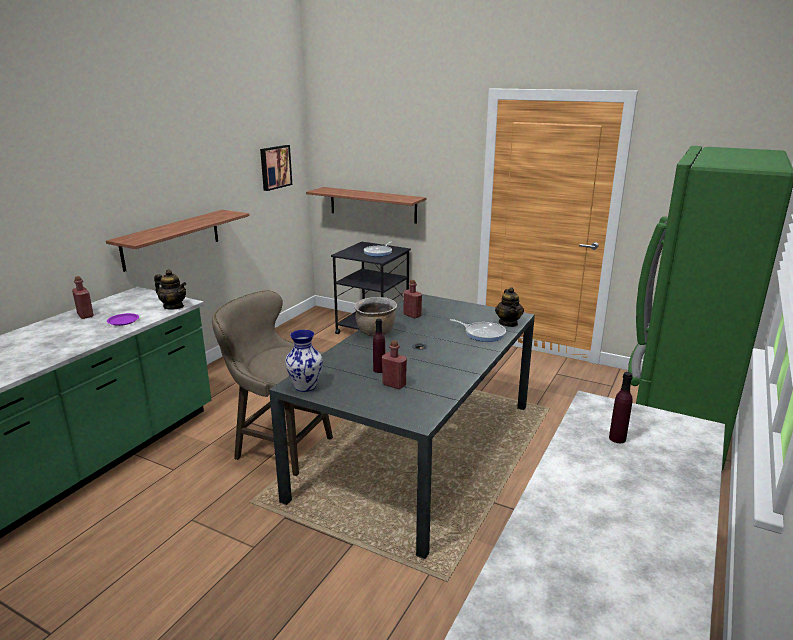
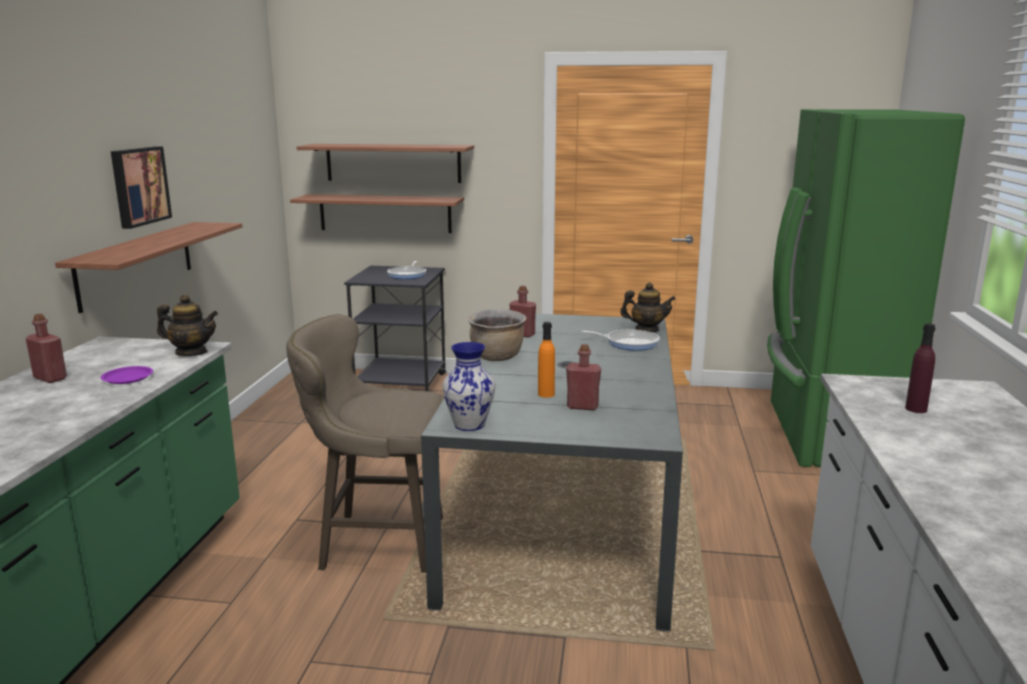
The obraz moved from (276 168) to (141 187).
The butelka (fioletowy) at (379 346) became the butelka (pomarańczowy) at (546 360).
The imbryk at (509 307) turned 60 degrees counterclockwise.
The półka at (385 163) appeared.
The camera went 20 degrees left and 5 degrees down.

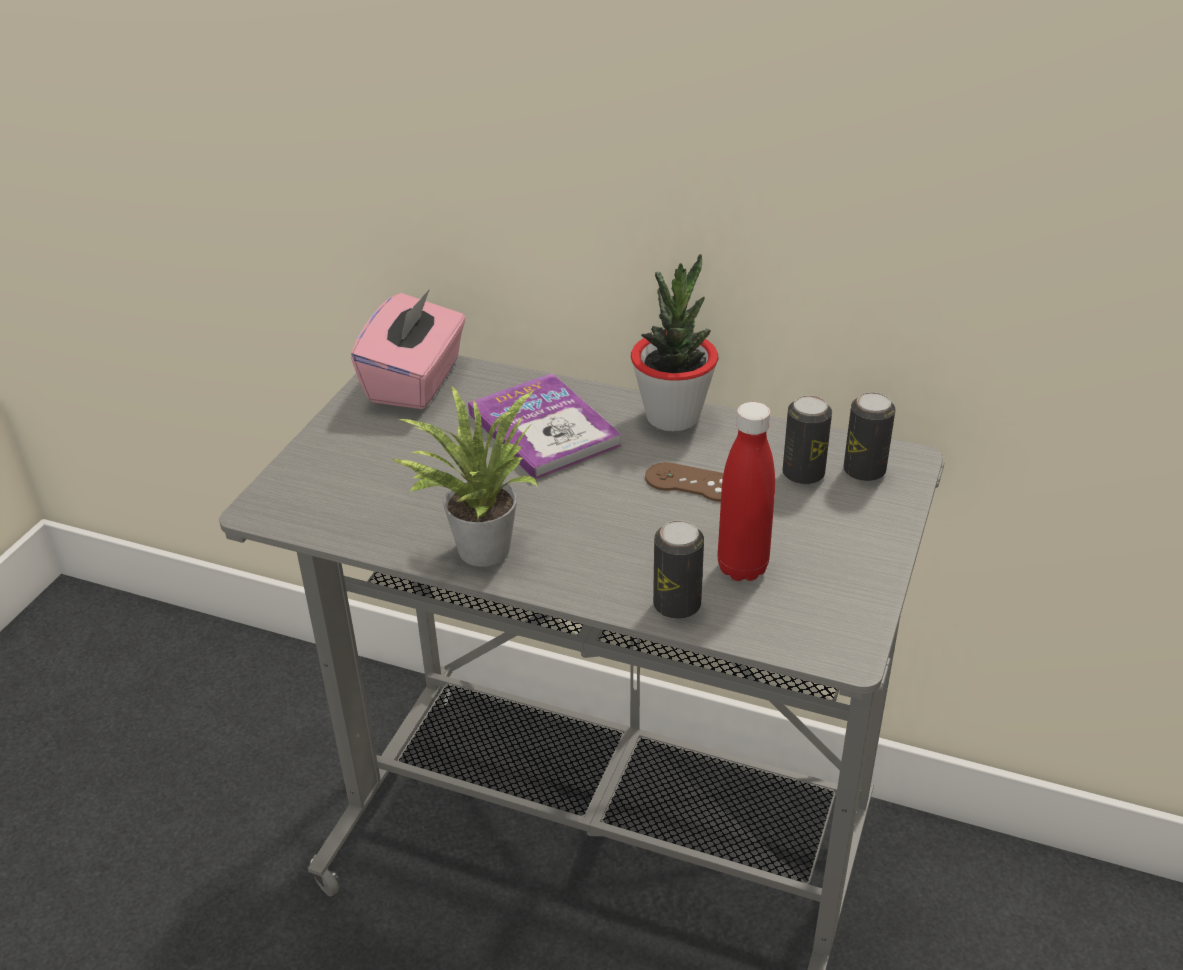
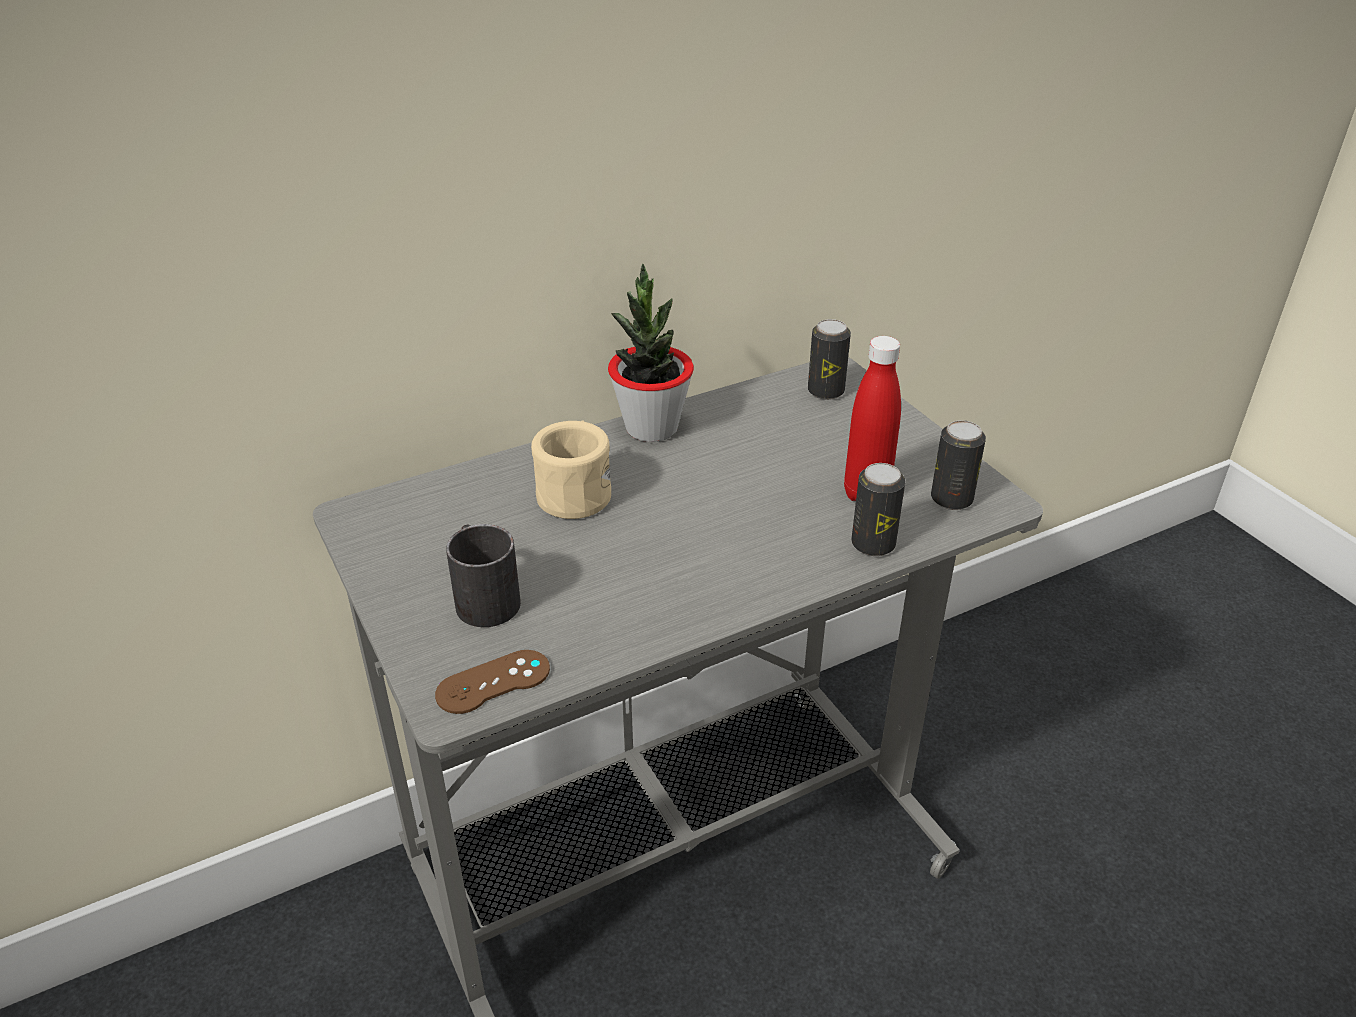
The pudełko chusteczek (różowy) at (408 349) disappeared.
The roślina doniczkowa at (464 476) disappeared.
The książka at (545 426) was replaced by the kubek (beżowy) at (571 469).
The pad do gier (brązowy) moved from (684 482) to (492 682).
The puszka moved from (807 440) to (958 465).
The kubek (czarny) at (483 575) appeared.
The camera went 50 degrees left and 0 degrees up.

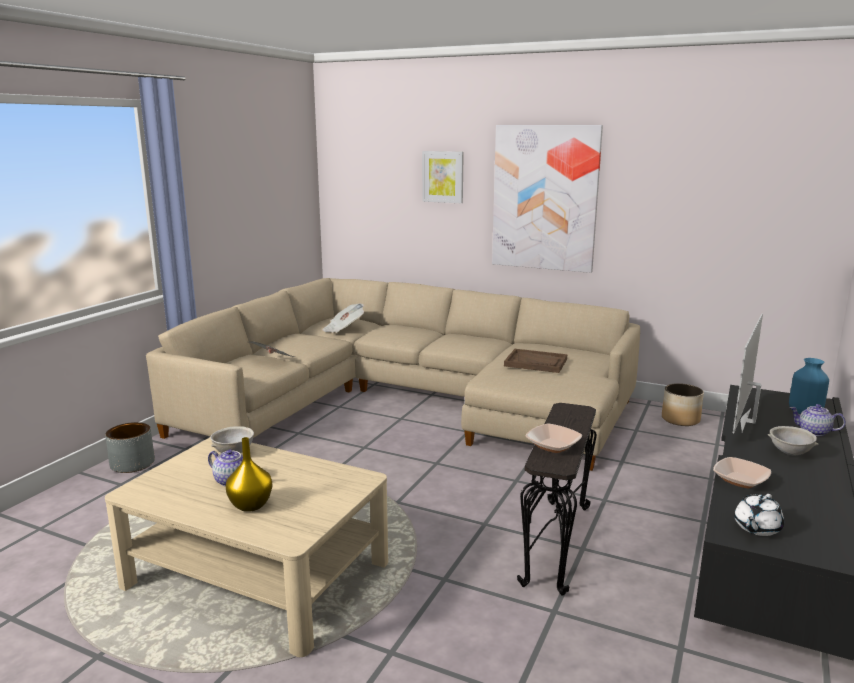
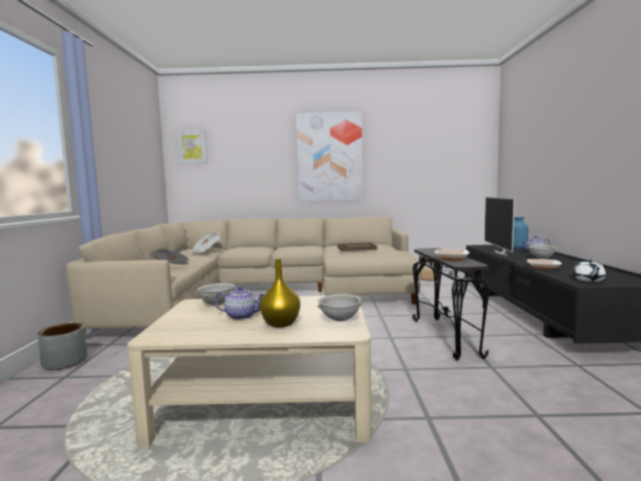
The obraz moved from (443 177) to (192 147).
The miska (szary) at (340 307) appeared.
The camera went 25 degrees left and 10 degrees down.

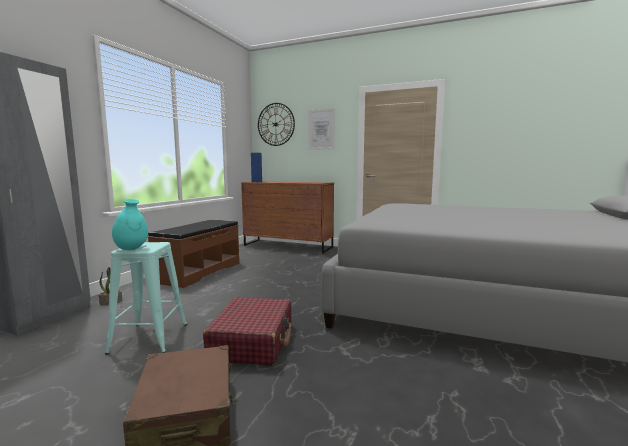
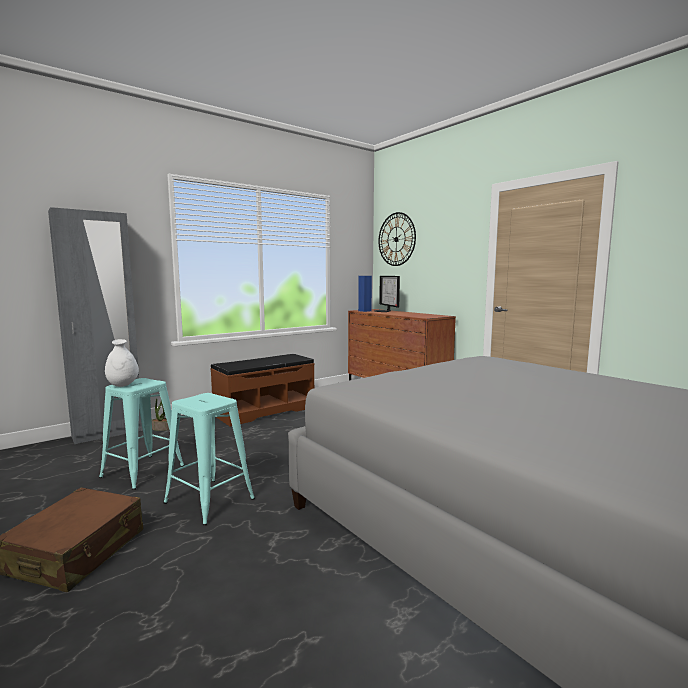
The wazon (turkusowy) at (130 224) became the wazon (biały) at (122 363).
The walizka (czerwony) at (247 331) was replaced by the stołek (turkusowy) at (209 459).
The obraz at (321 129) disappeared.
The monitor at (387 294) appeared.
The camera went 30 degrees right and 0 degrees up.

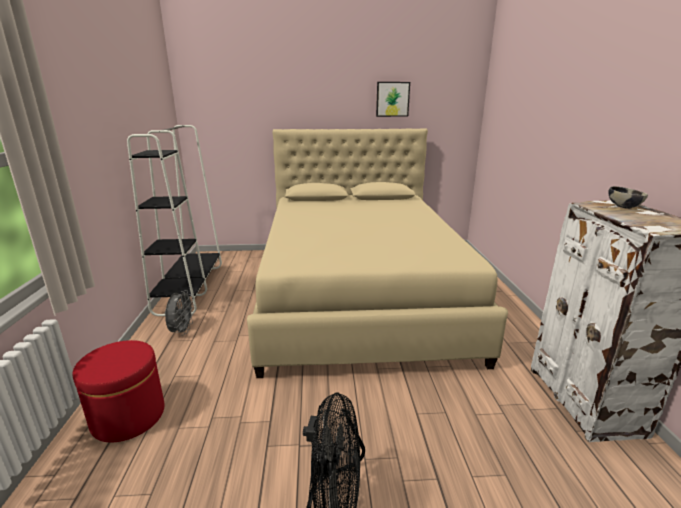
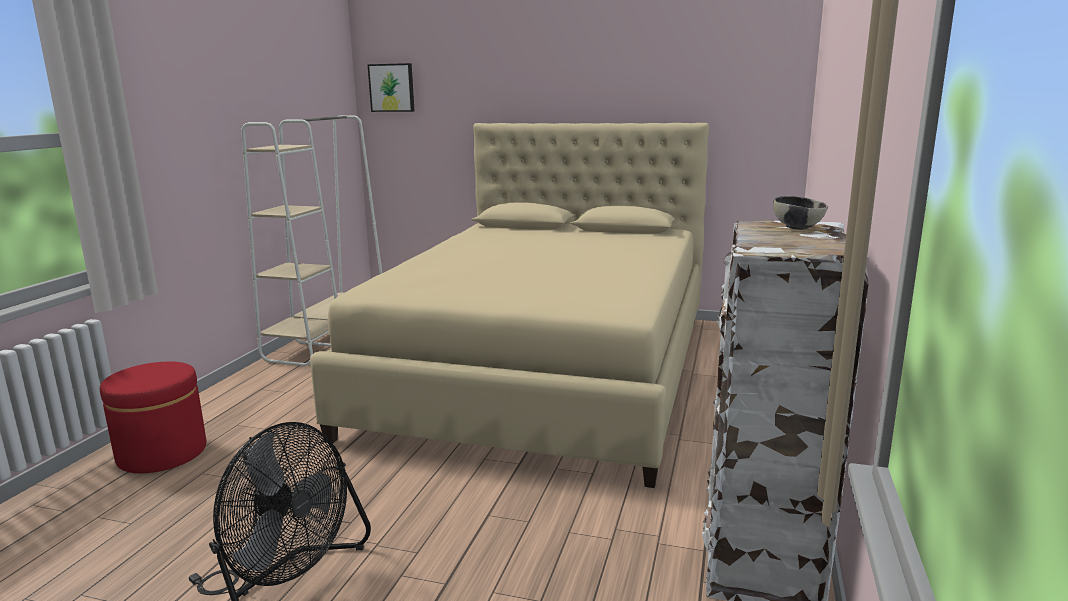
The wieszak (czarny) at (174 220) became the wieszak (beżowy) at (311 241).
The wentylator (szary) at (180 312) disappeared.
The obraz moved from (393 99) to (390 87).
The camera went 20 degrees right and 5 degrees down.

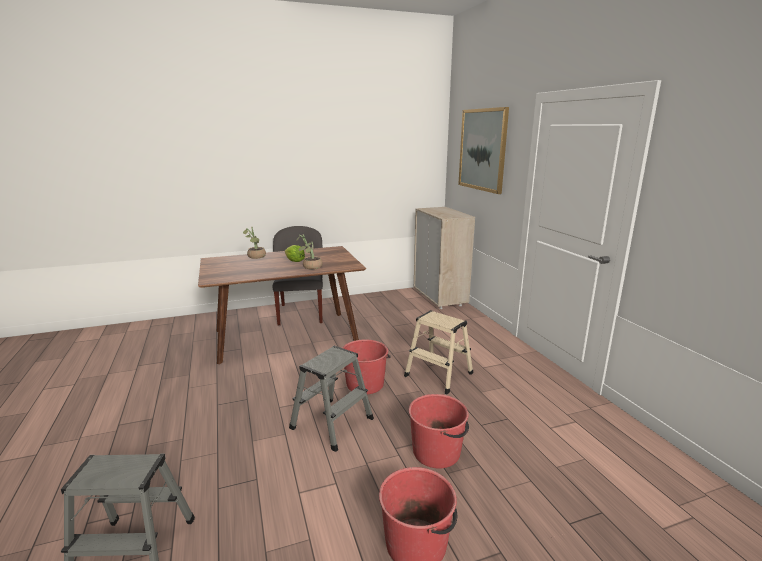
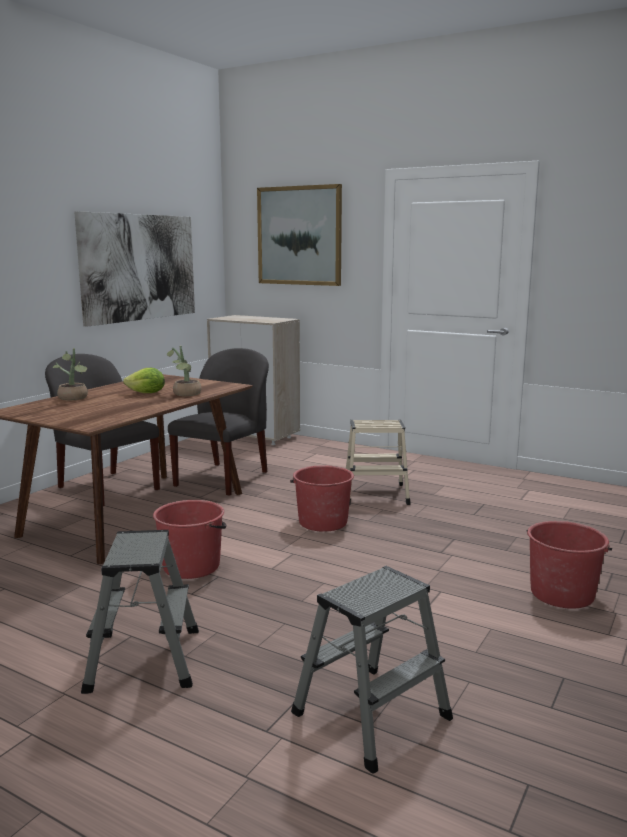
The drabinka (szary) moved from (331 398) to (140 612).
The wiadro (czerwony) moved from (439 431) to (190 539).
The obraz at (134 269) appeared.
The krzesło (szary) at (218 422) appeared.
The camera went 40 degrees left and 5 degrees down.

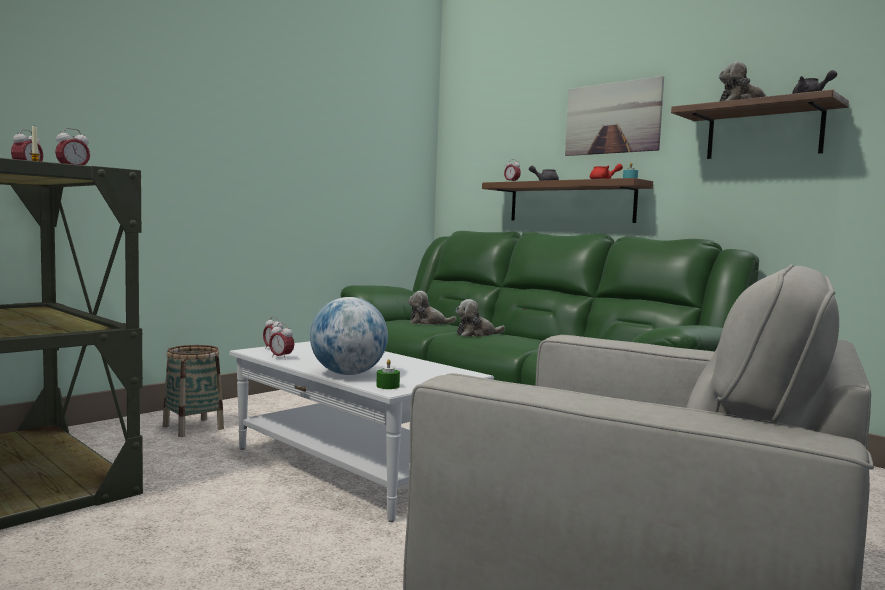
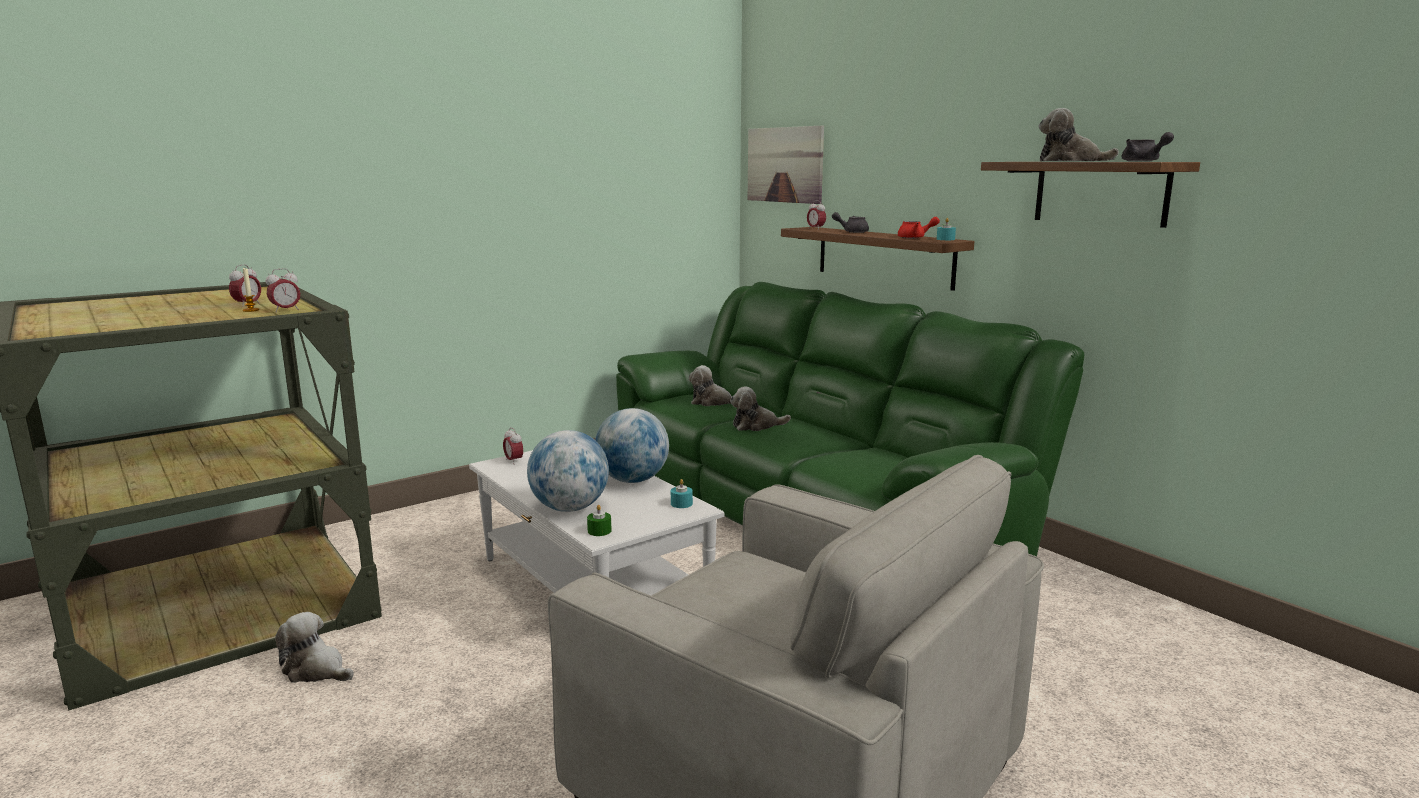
The koszyk at (193 391) disappeared.
The budzik at (281 341) disappeared.
The obraz moved from (614 116) to (786 165).
The pluszak at (314 647) appeared.
The globus at (632 445) appeared.
The świeca (turkusowy) at (682 493) appeared.
The camera went 10 degrees right and 10 degrees up.

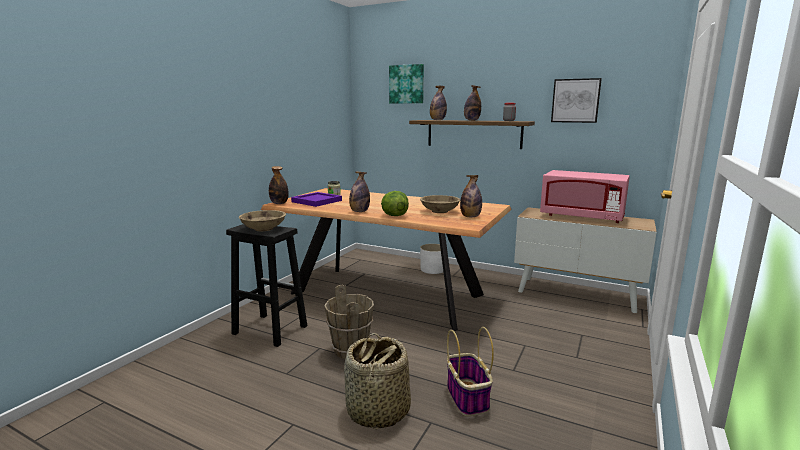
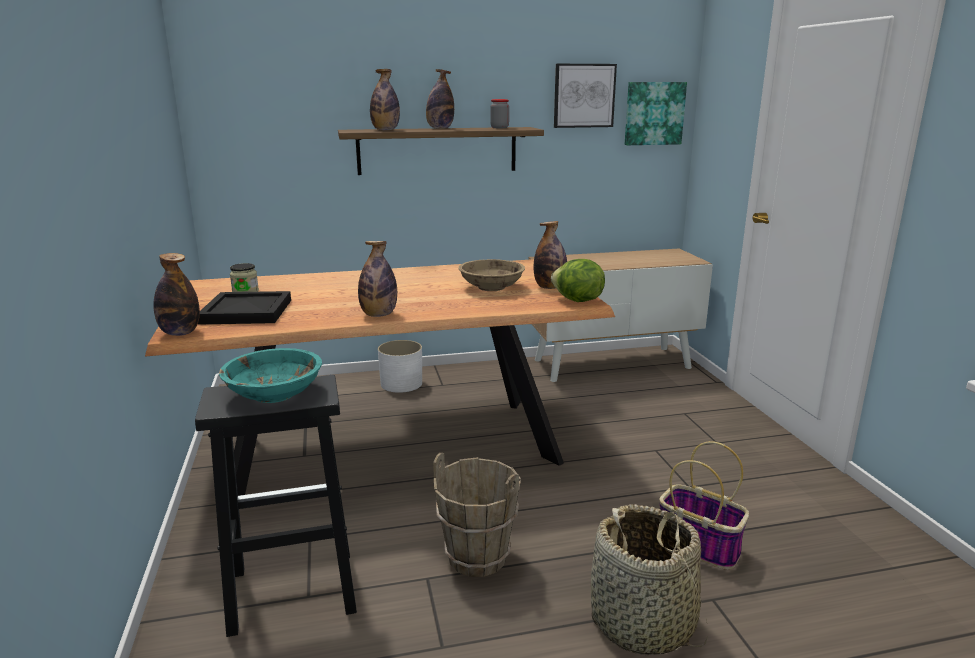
The miska (beżowy) at (262 220) became the miska (turkusowy) at (270 375).
The taca (fioletowy) at (316 199) became the taca (czarny) at (244 308).
The sałata moved from (395 203) to (578 280).
The obraz moved from (406 84) to (656 113).
The mikrofalówka (różowy) at (585 196) disappeared.
The camera went 40 degrees left and 5 degrees up.

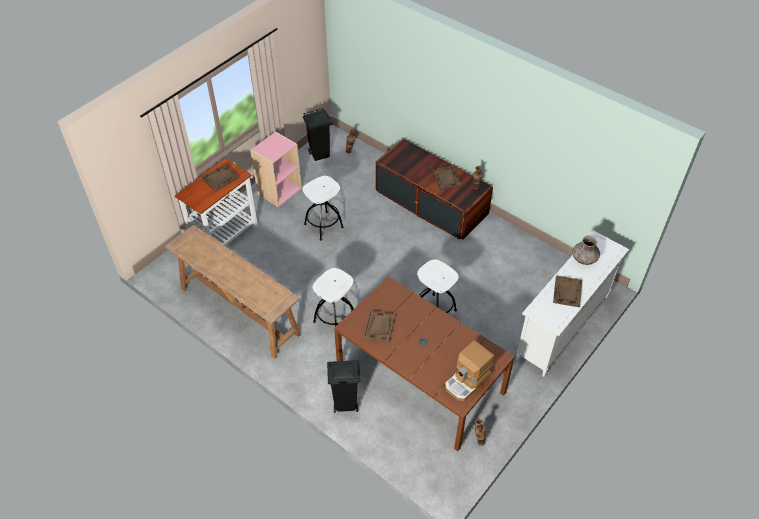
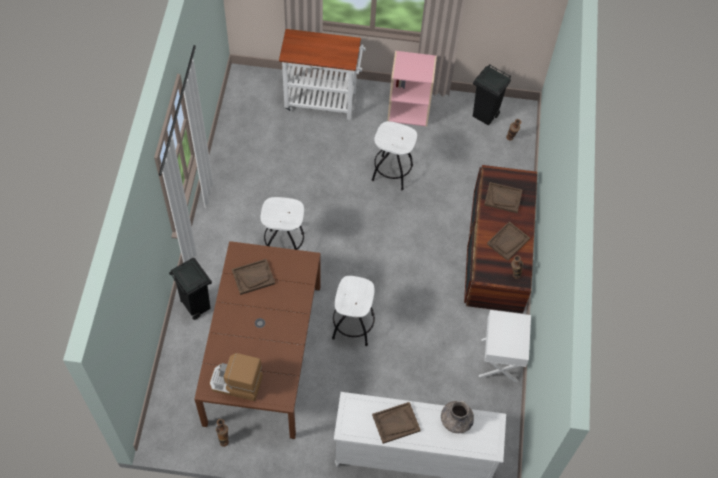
The stolik konsolowy (brązowy) at (232 292) disappeared.
The taca (brązowy) moved from (221 178) to (503 197).
The szafka nocna (biały) at (505 346) appeared.
The camera went 55 degrees right and 10 degrees up.

